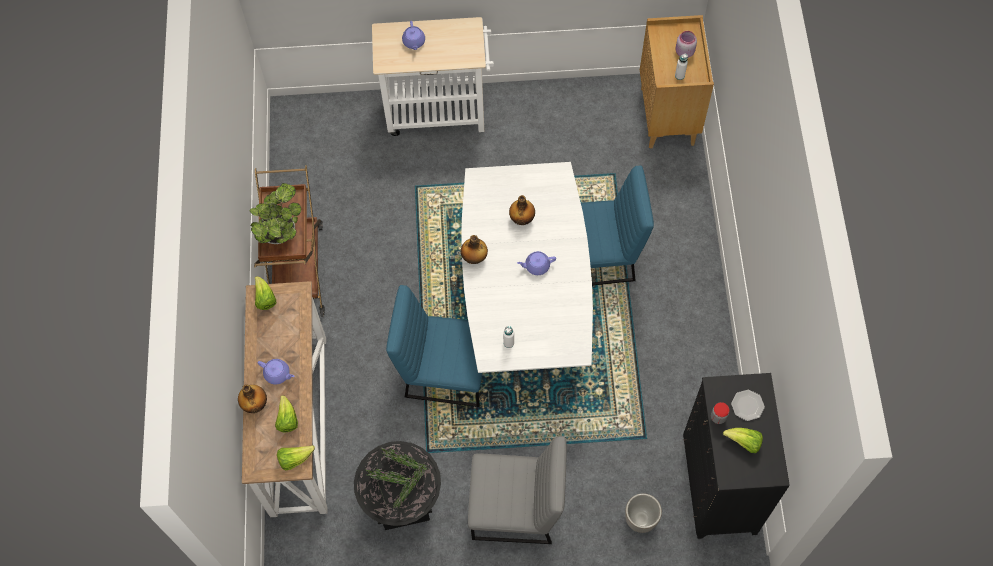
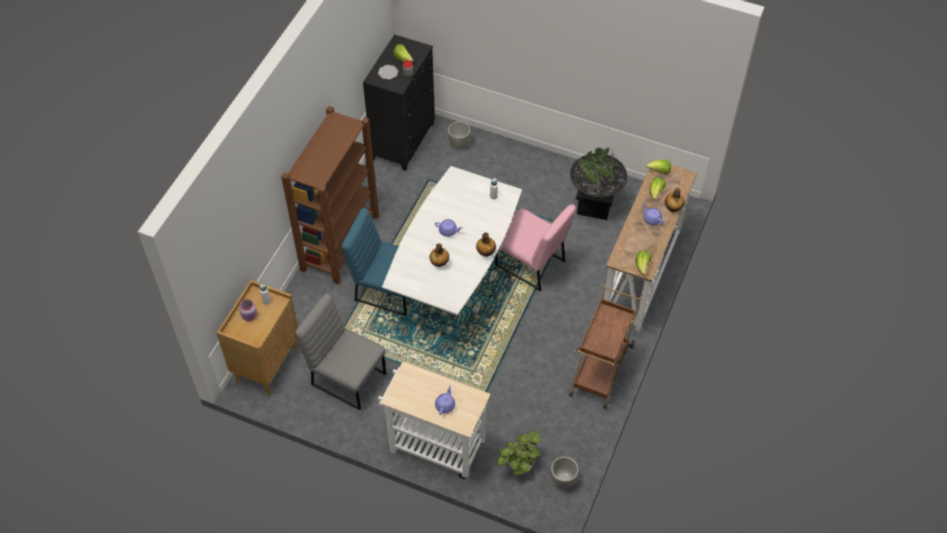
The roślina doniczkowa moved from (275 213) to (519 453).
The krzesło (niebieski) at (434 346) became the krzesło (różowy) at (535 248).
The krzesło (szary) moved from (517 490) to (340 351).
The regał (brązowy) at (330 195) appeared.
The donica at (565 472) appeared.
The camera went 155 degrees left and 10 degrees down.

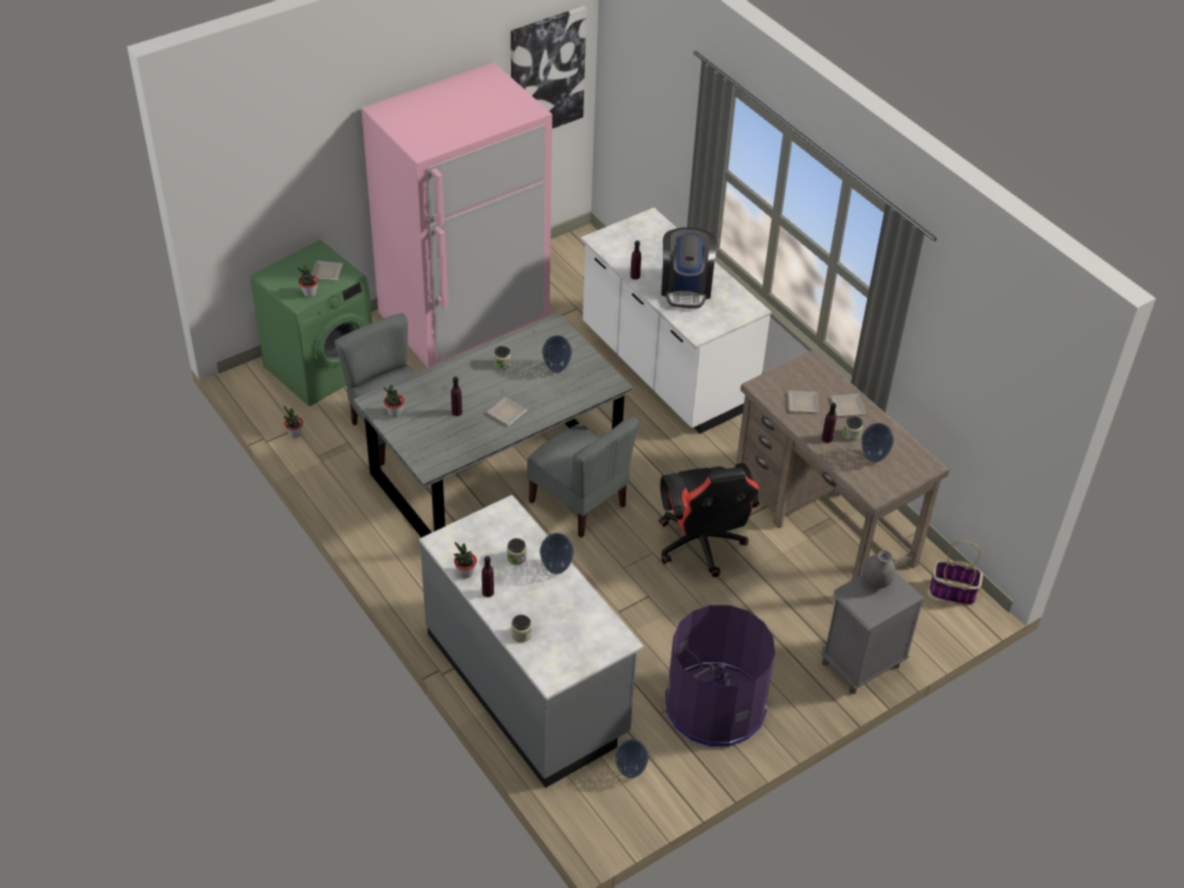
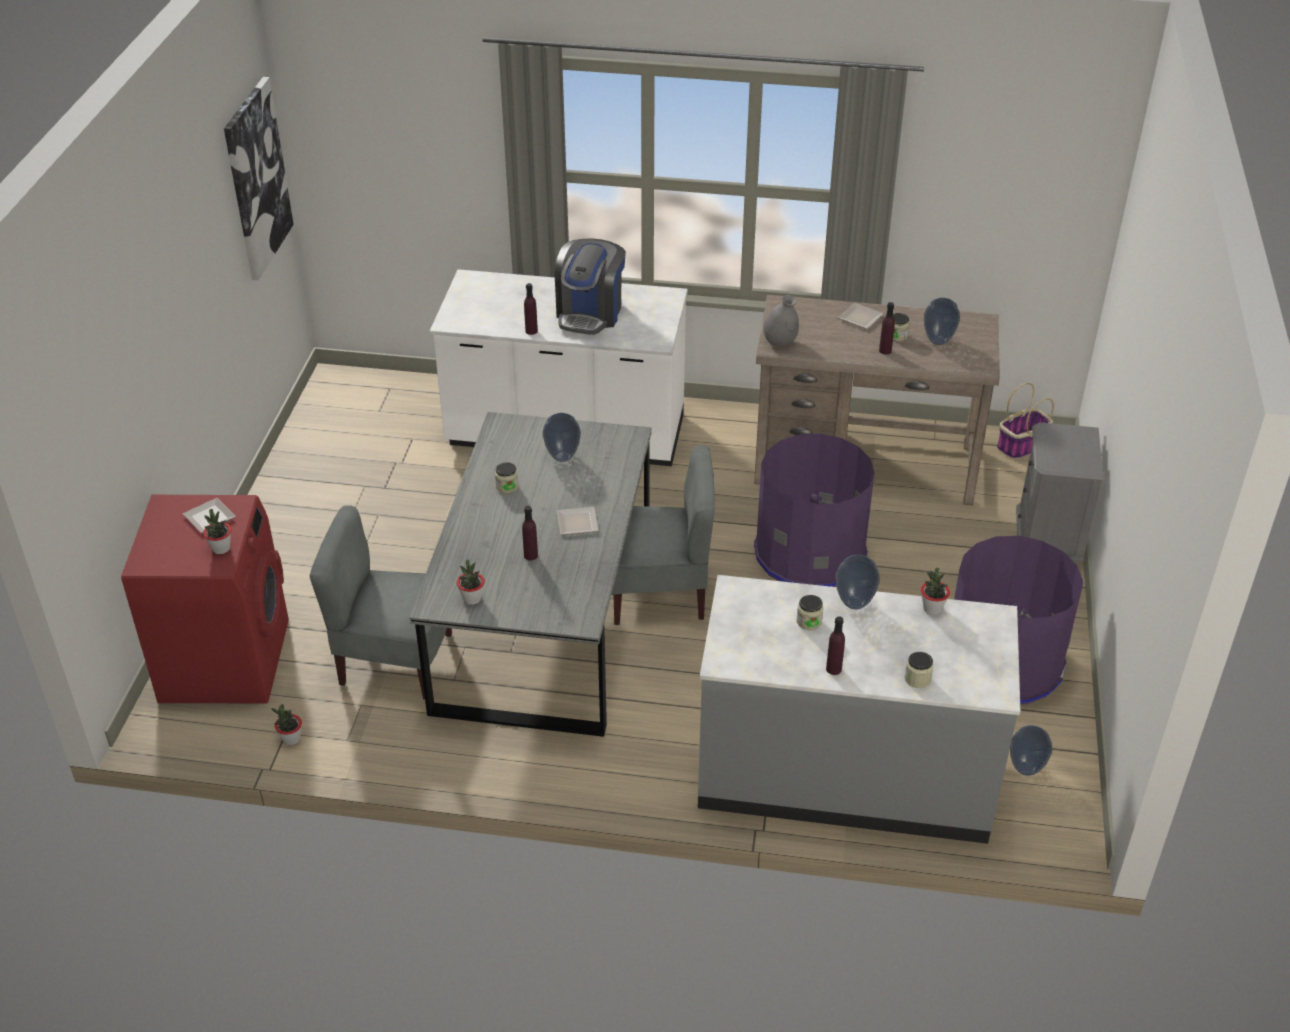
The pralka (zielony) at (311 323) became the pralka (czerwony) at (205 599).
The lodówka (różowy) at (456 214) disappeared.
The roślina doniczkowa moved from (465 560) to (935 591).
The krzesło biurowe (czarny) at (709 520) was replaced by the kosz na śmieci (fioletowy) at (814 510).
The ekspres do kawy at (689 267) turned 60 degrees clockwise.
The talerz at (803 401) disappeared.
The wazon (szary) moved from (879 569) to (781 320).
The camera went 45 degrees left and 5 degrees down.

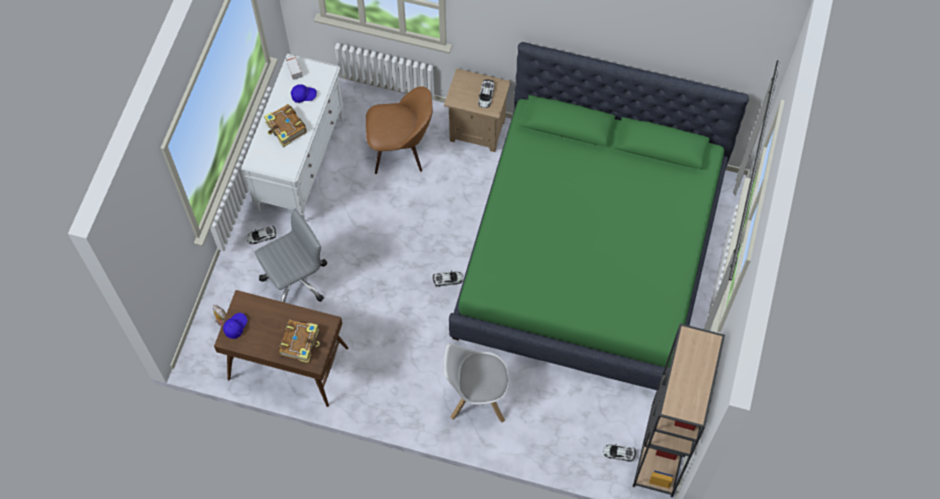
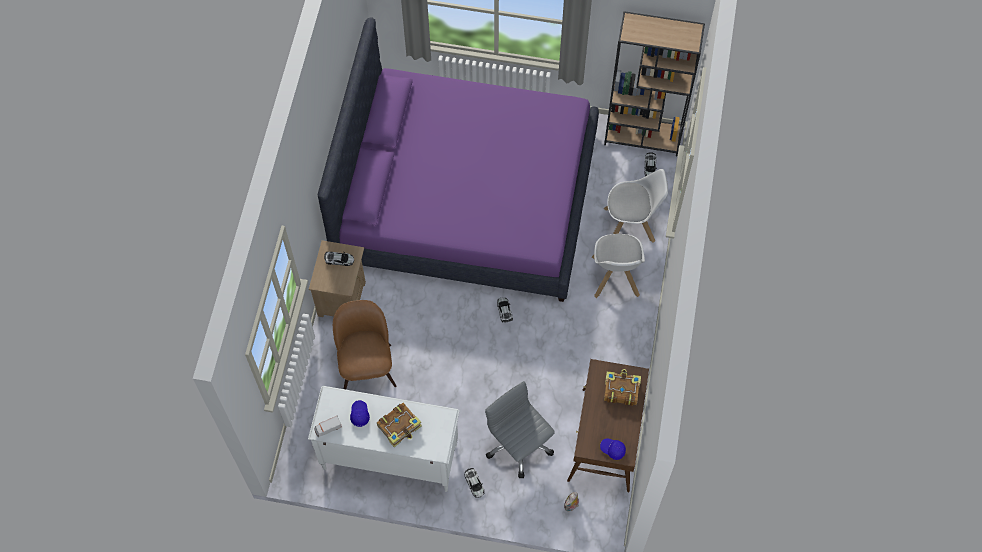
The łóżko (zielony) at (599 216) became the łóżko (fioletowy) at (458 159).
The krzesło at (635 206) appeared.
The camera went 95 degrees left and 0 degrees up.

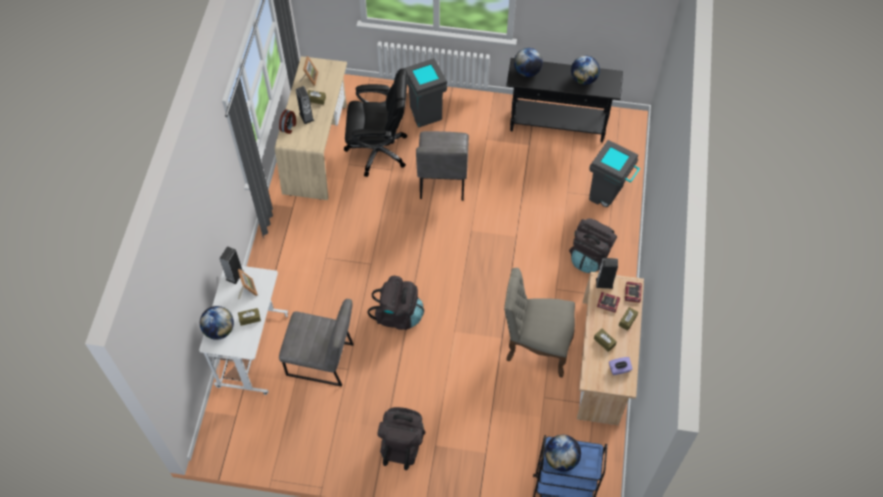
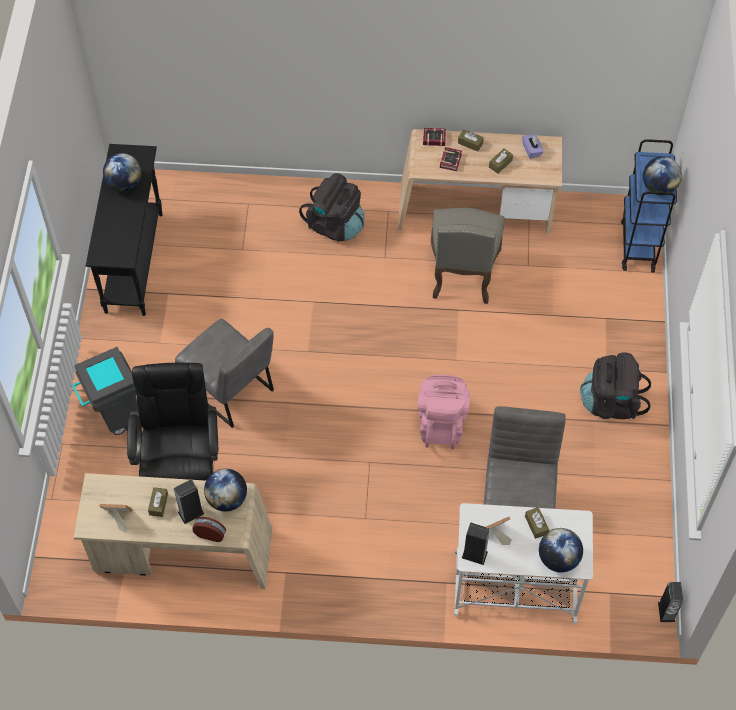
The plecak (czarny) at (396 303) became the plecak (różowy) at (443 412).
The krzesło (szary) at (442 166) turned 45 degrees clockwise.
The globus moved from (528 62) to (225 490).
The kosz na śmieci (szary) at (614 173) disappeared.
The głośnik moved from (607 273) to (670 602).
The camera went 95 degrees left and 0 degrees up.

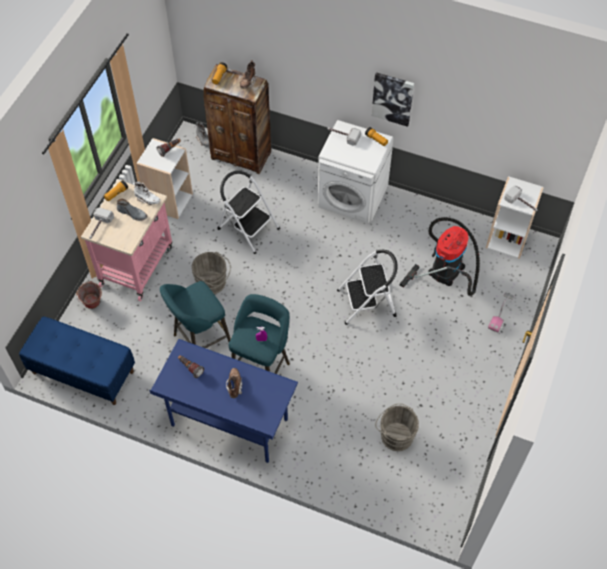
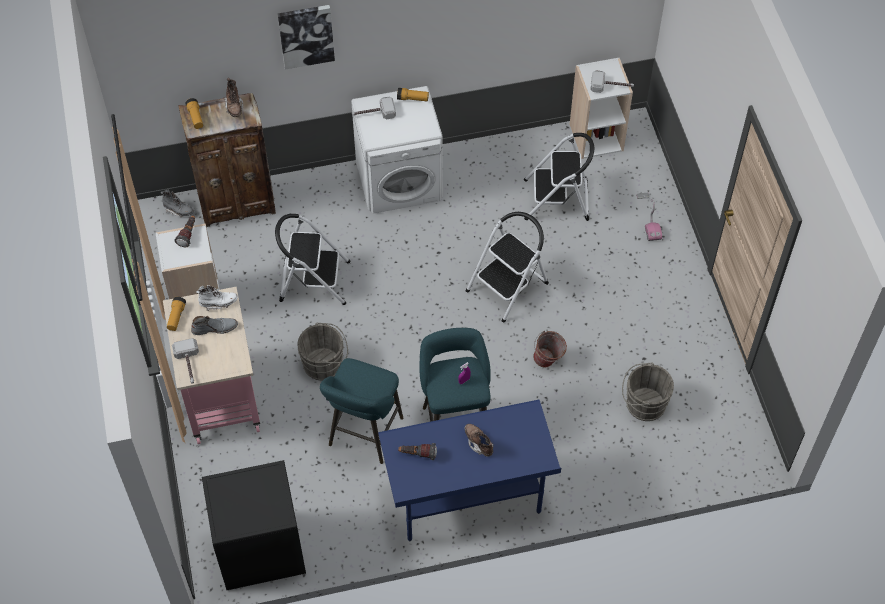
The ławka (niebieski) at (77 360) was replaced by the pralka (czarny) at (254 525).
The wiadro moved from (89 295) to (550 349).
The obraz moved from (392 99) to (306 37).
The odkurzacz at (440 256) was replaced by the drabinka at (559 177).
The camera went 35 degrees left and 0 degrees up.

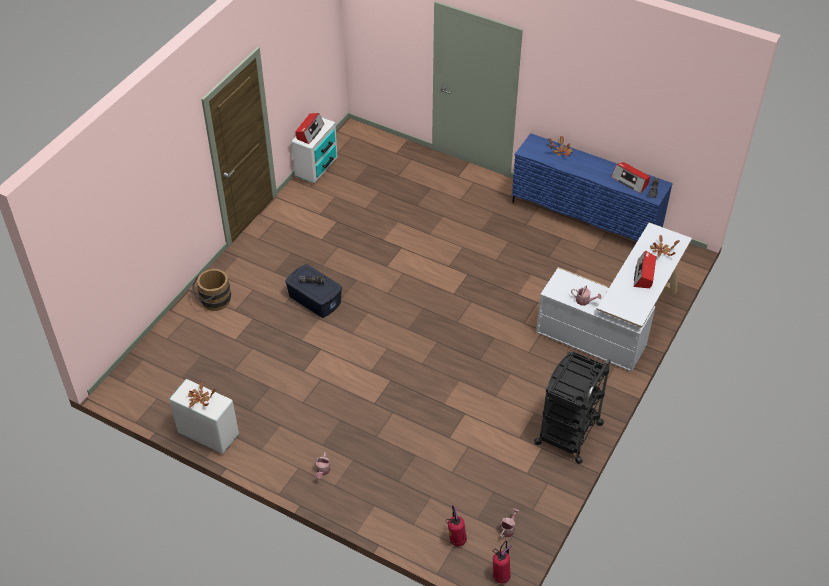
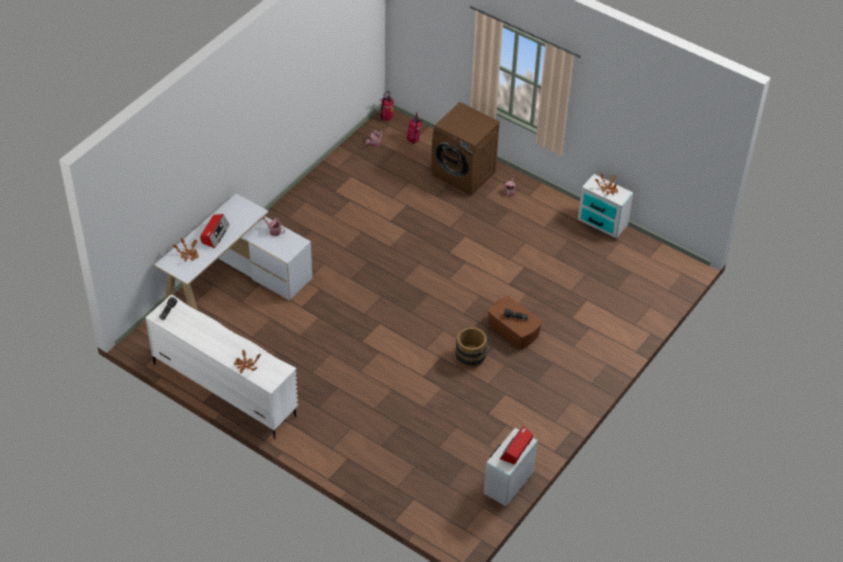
The wiadro (brązowy) moved from (211 290) to (473 347).
The pojemnik do przechowywania (niebieski) at (313 291) became the pojemnik do przechowywania (brązowy) at (515 322).
The komoda (niebieski) at (592 187) became the komoda (biały) at (221 366).
The wózek (czarny) at (572 408) disappeared.
The radio at (630 177) disappeared.
The pralka (brązowy) at (466 149) appeared.
The camera went 175 degrees left and 0 degrees up.

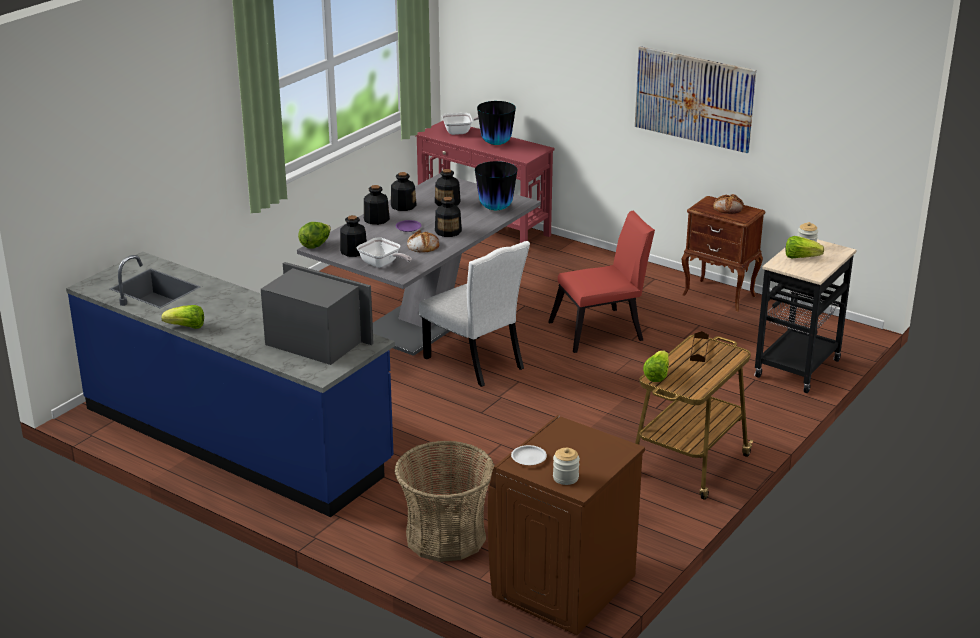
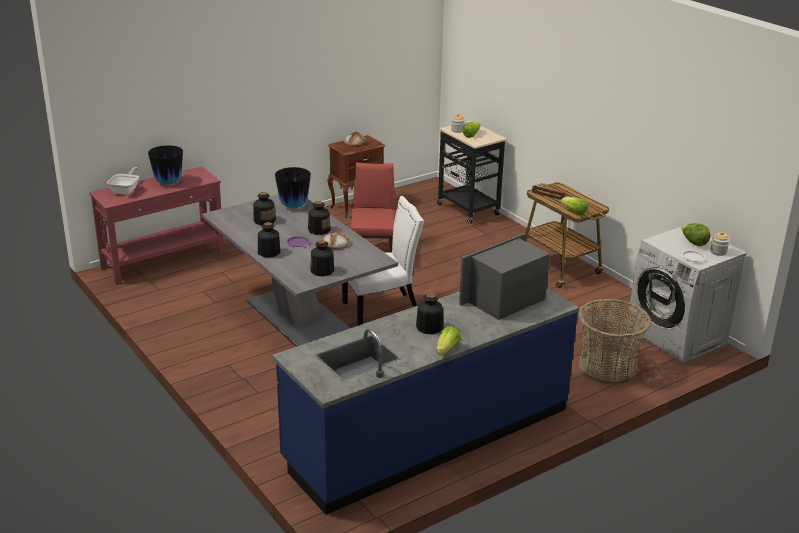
The sałata moved from (314 235) to (696 234).
The patelnia at (384 252) disappeared.
The butelka moved from (404 191) to (430 313).
The pralka (brązowy) at (566 525) became the pralka (biały) at (687 295).
The obraz at (695 99) disappeared.
The camera went 70 degrees left and 0 degrees up.

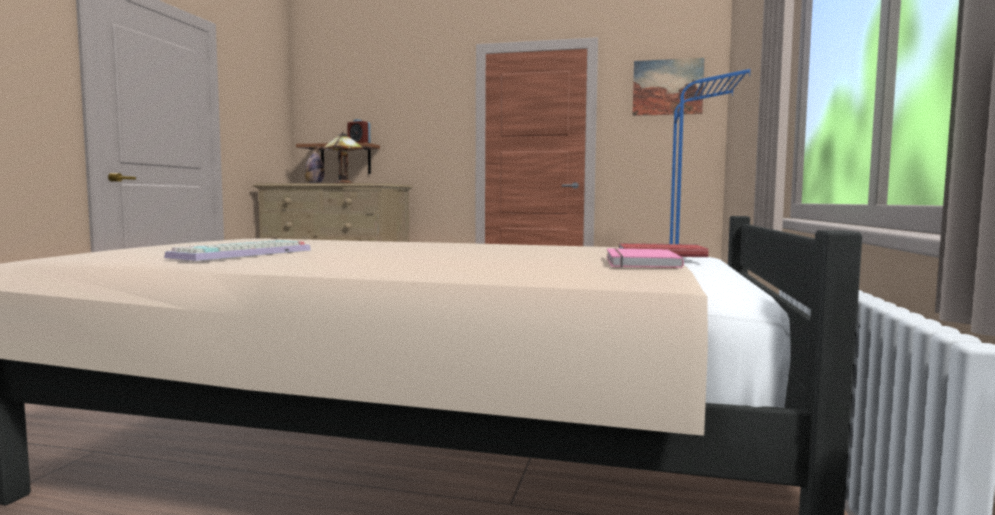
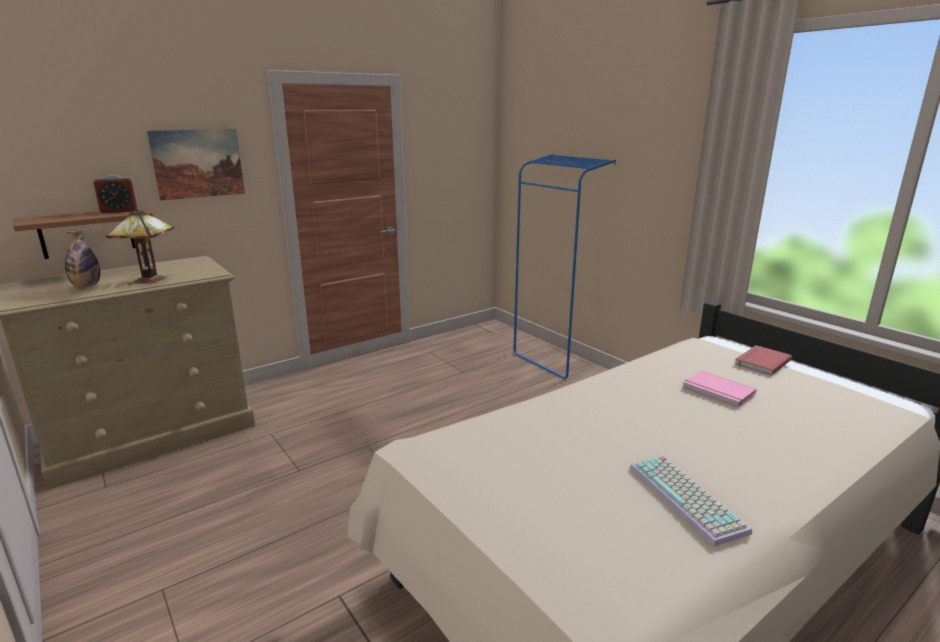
The książka (różowy) moved from (645 258) to (719 389).
The obraz moved from (669 87) to (196 165).
The camera went 50 degrees left and 15 degrees up.

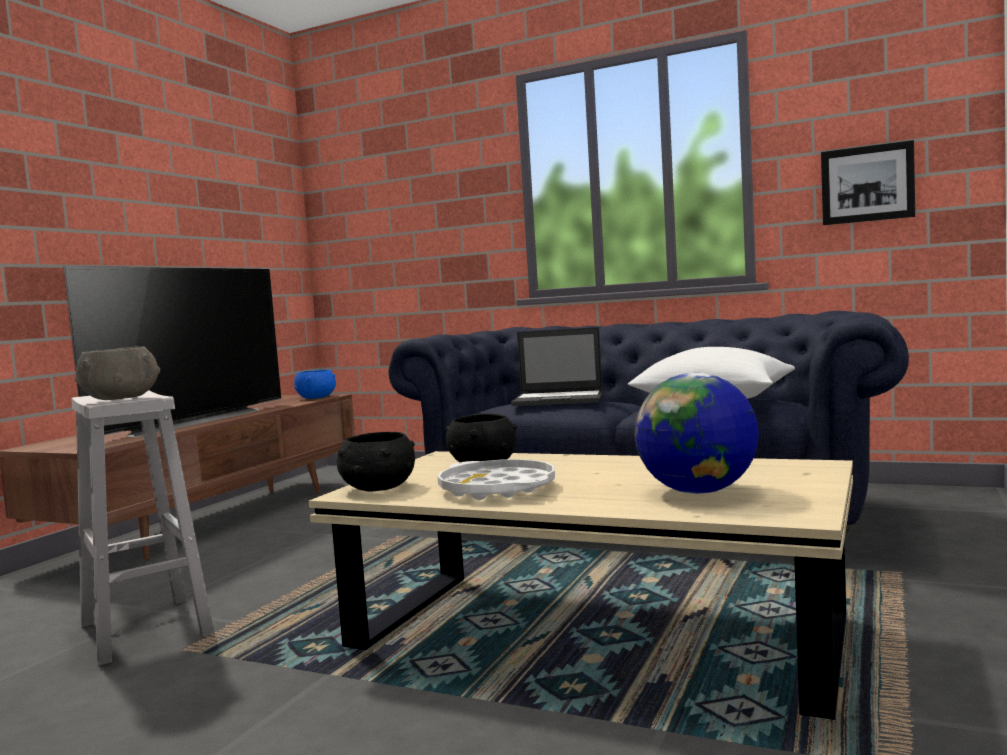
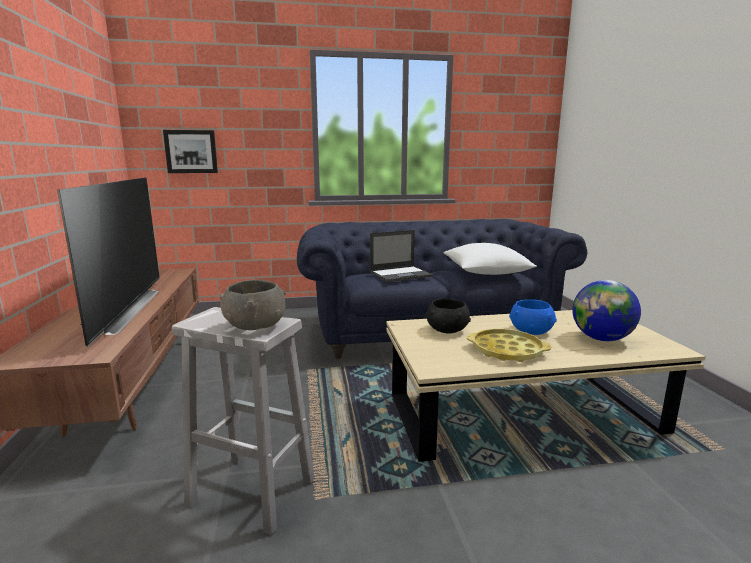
The miska (niebieski) moved from (315 384) to (533 317).
The miska (czarny) at (376 462) disappeared.
The taca (biały) at (496 479) became the taca (żółty) at (509 345).
The obraz moved from (868 182) to (190 151).
The camera went 35 degrees left and 10 degrees up.

